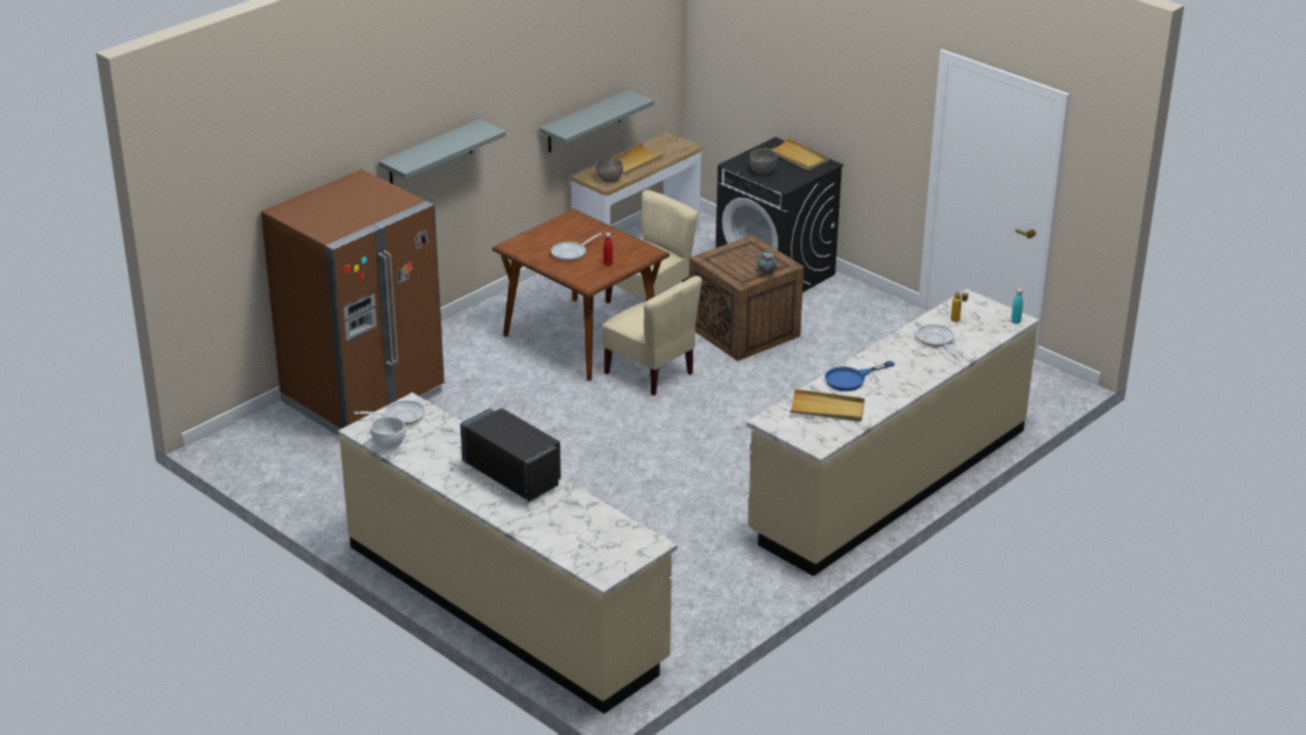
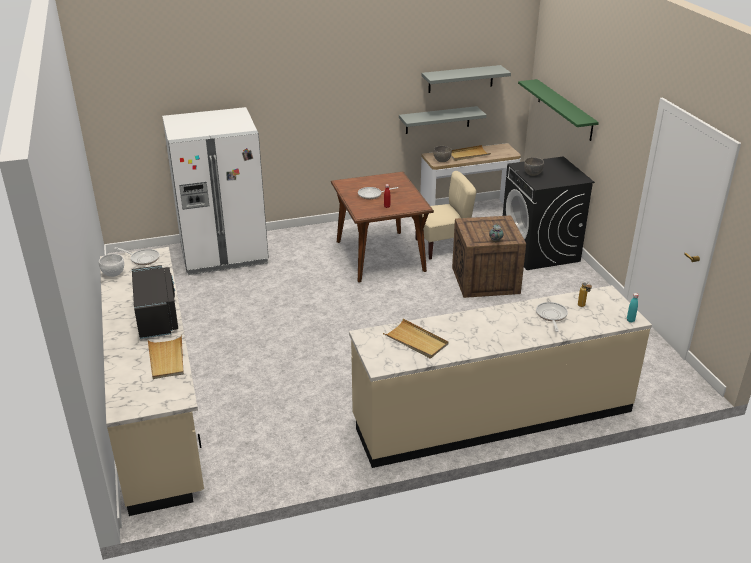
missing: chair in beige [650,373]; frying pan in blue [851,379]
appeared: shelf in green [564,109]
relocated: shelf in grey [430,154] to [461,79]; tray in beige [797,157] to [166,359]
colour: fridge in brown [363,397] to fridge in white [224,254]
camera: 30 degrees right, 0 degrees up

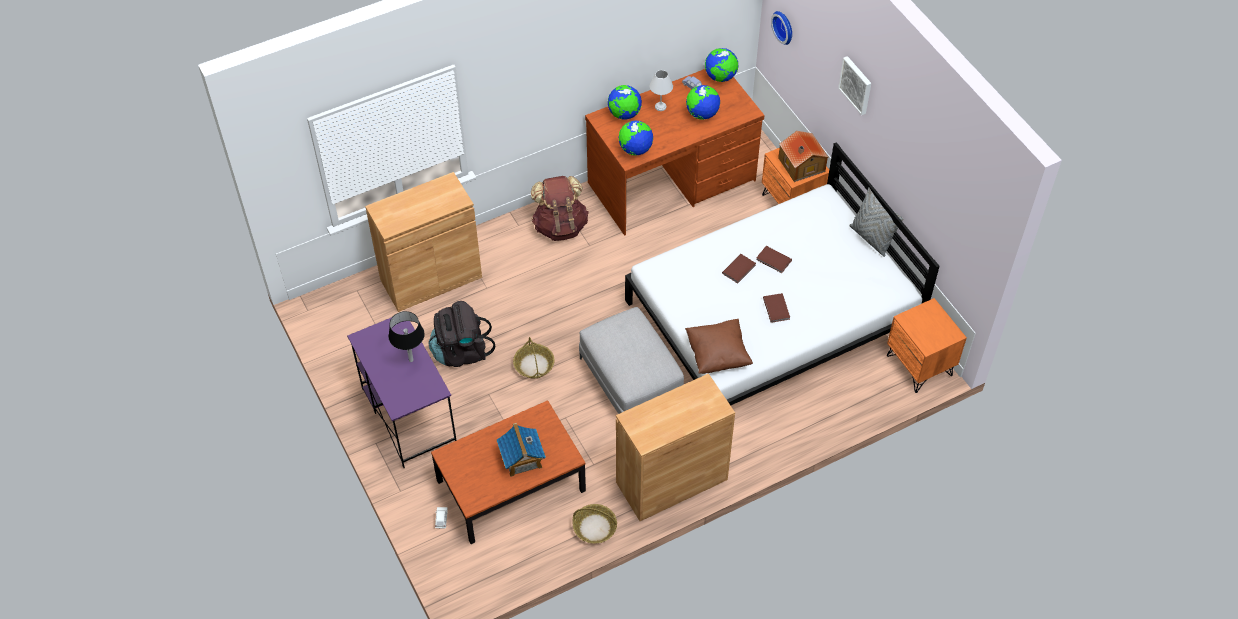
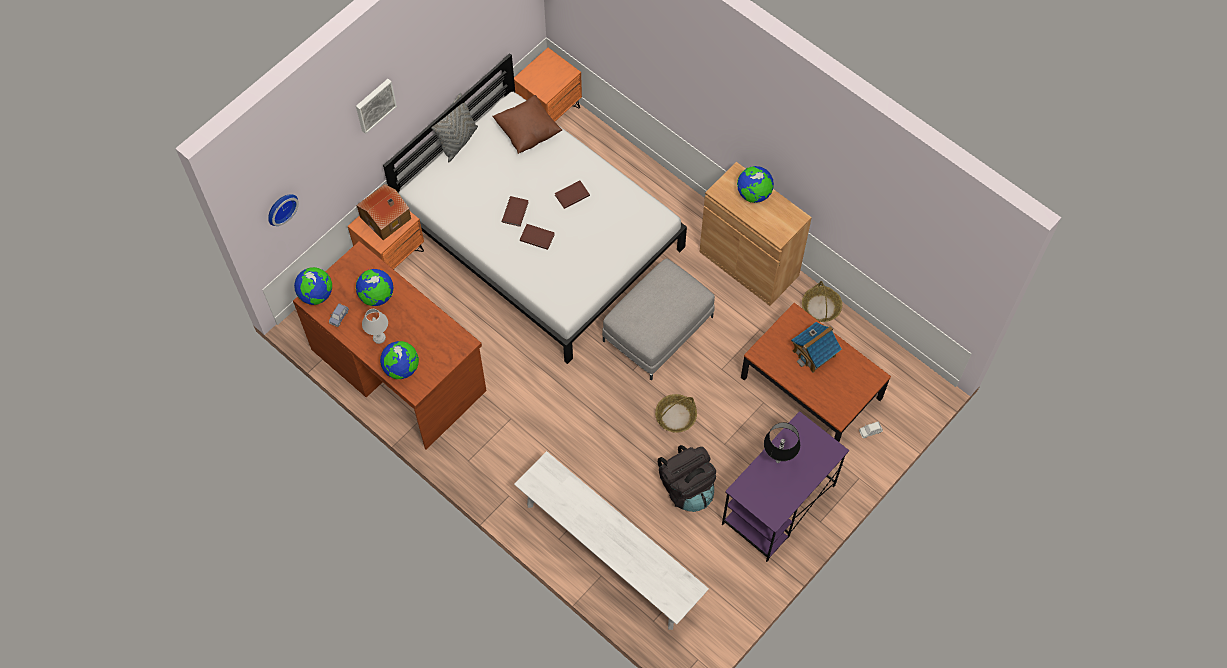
missing: backpack in brown [560,226]
relocated: globe [635,149] to [753,194]; pillow in brown [718,355] to [527,132]
exchanged: cabinet in brown [431,278] to bench in white [610,553]
camera: 110 degrees left, 10 degrees up

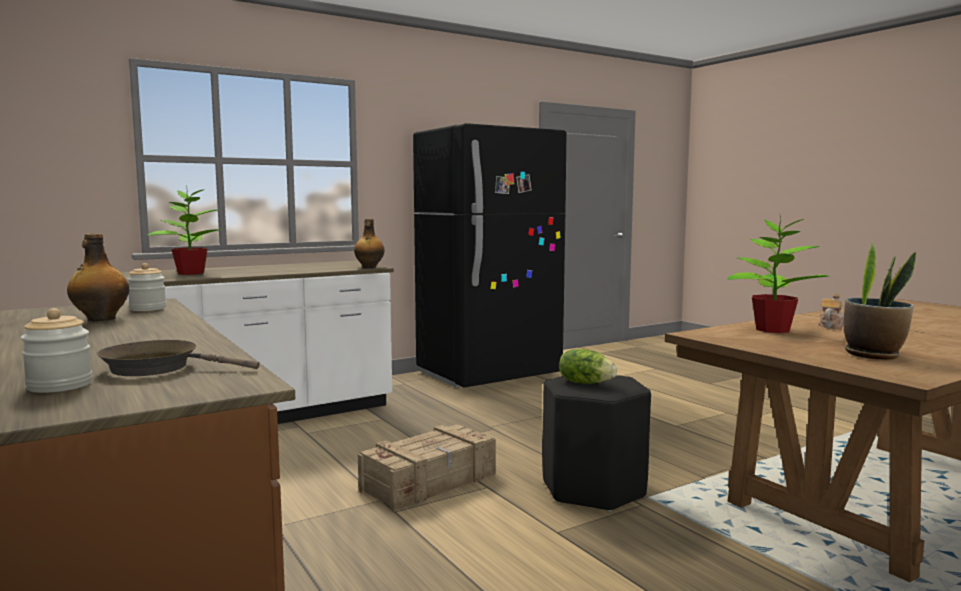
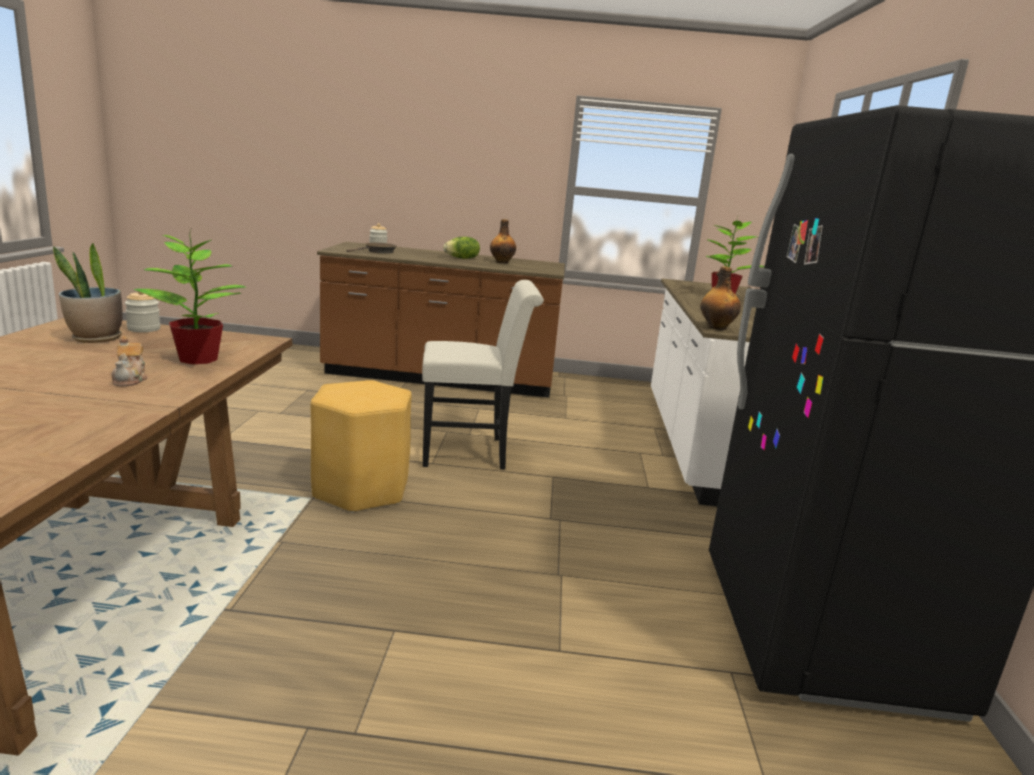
relocated: jar [148,309] to [144,329]; lettuce [585,383] to [462,258]
exchanged: crate [430,482] to chair in white [471,452]
colour: stool in black [594,488] to stool in yellow [360,490]
camera: 125 degrees right, 10 degrees up

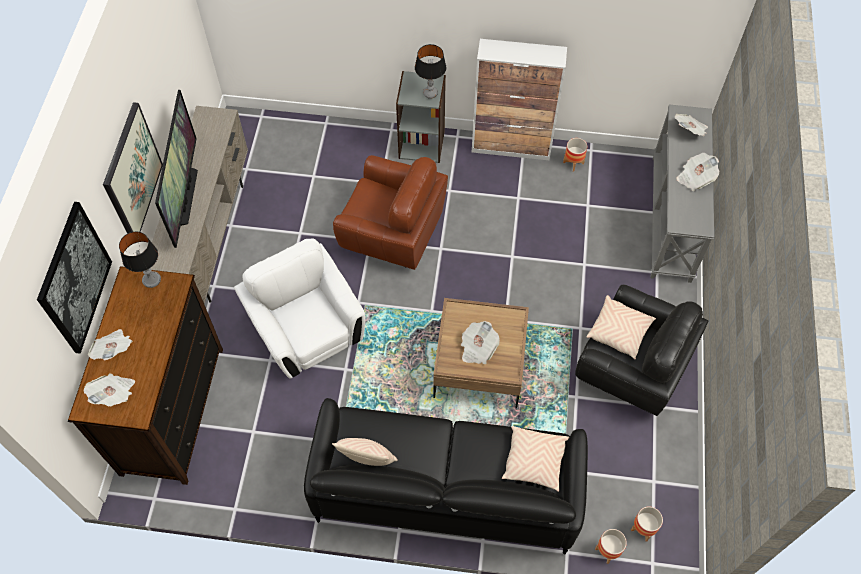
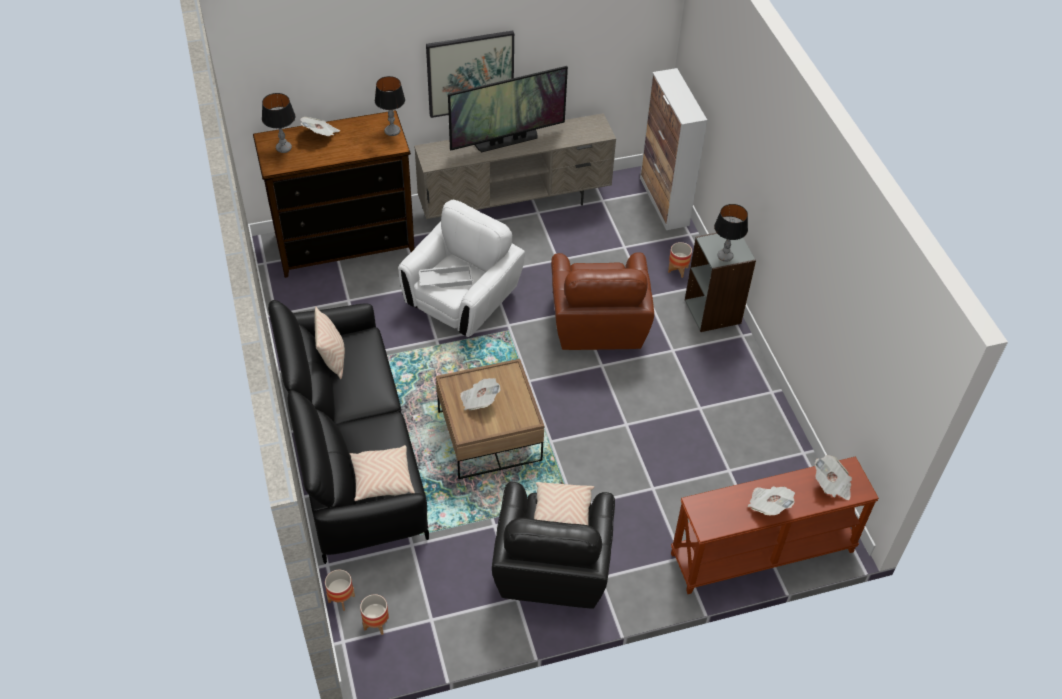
missing: picture [74,278]
appeared: tray in white [446,279]
relocated: cabinet [511,147] to [664,202]; planter [573,163] to [678,270]
exchanged: newspaper [114,394] to table lamp [284,148]
colour: console table in grey [672,218] to console table in brown [762,554]
camera: 65 degrees right, 10 degrees down

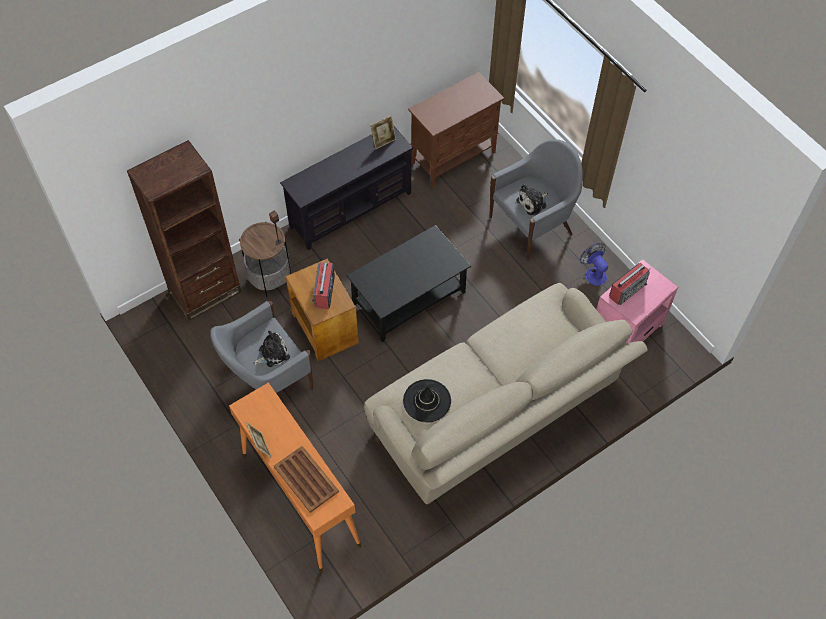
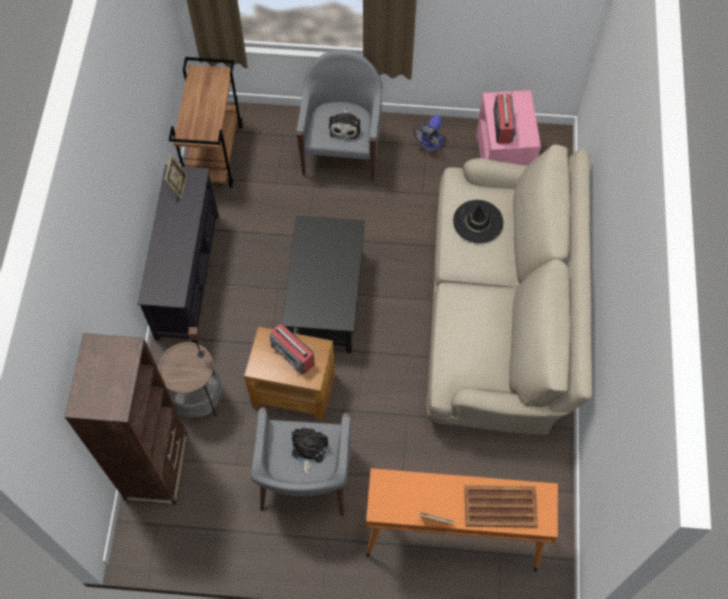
relocated: hat in black [427,401] to [478,222]
exchanged: cabinet in brown [454,157] to cart in brown [213,153]
spun: fan [593,273] = [430,144] 75 degrees counterclockwise
camera: 50 degrees left, 5 degrees up

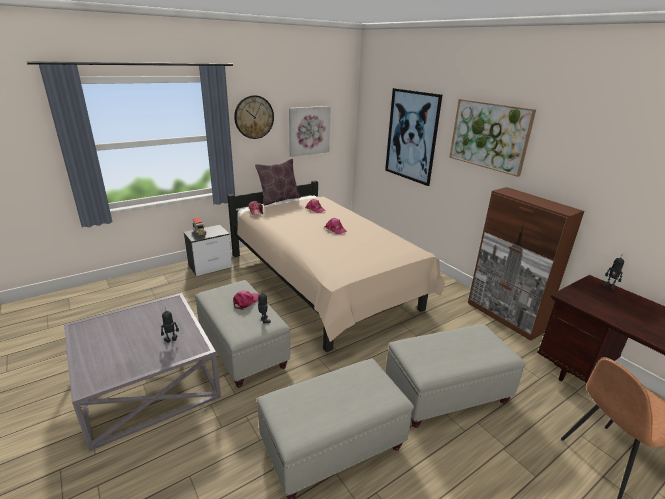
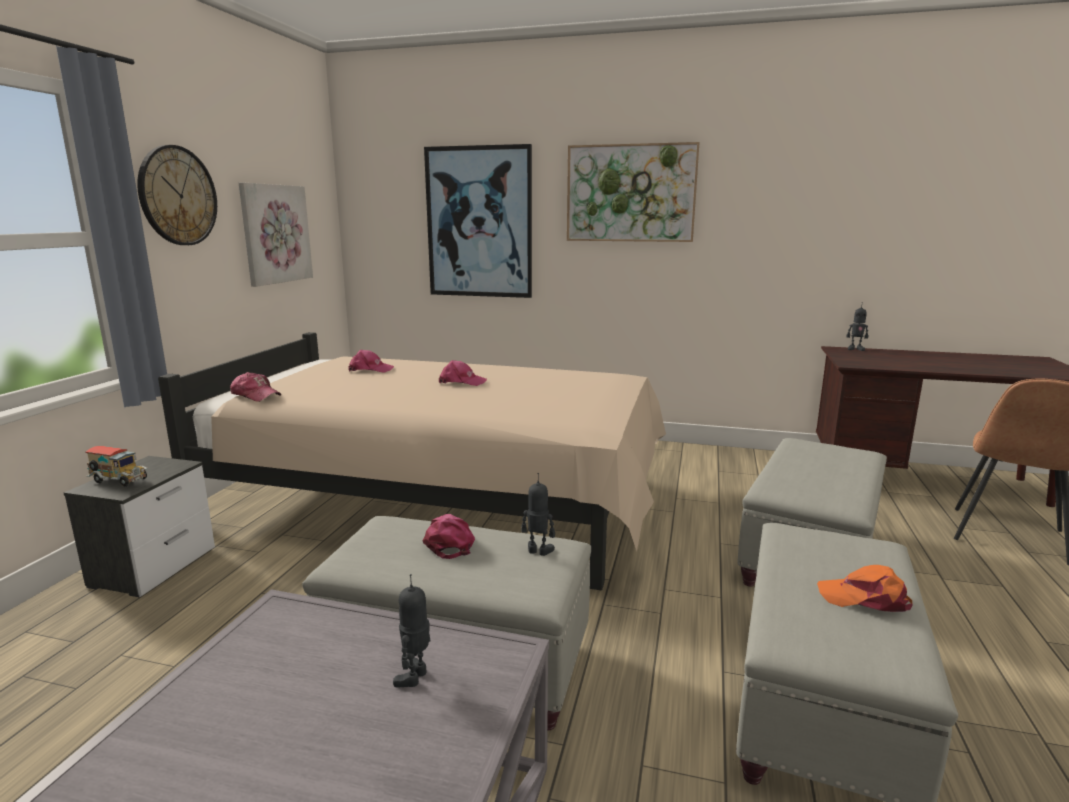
missing: pillow in brown [279,200]; cabinet in brown [504,317]
appeared: cap in orange [865,598]
camera: 40 degrees left, 10 degrees down

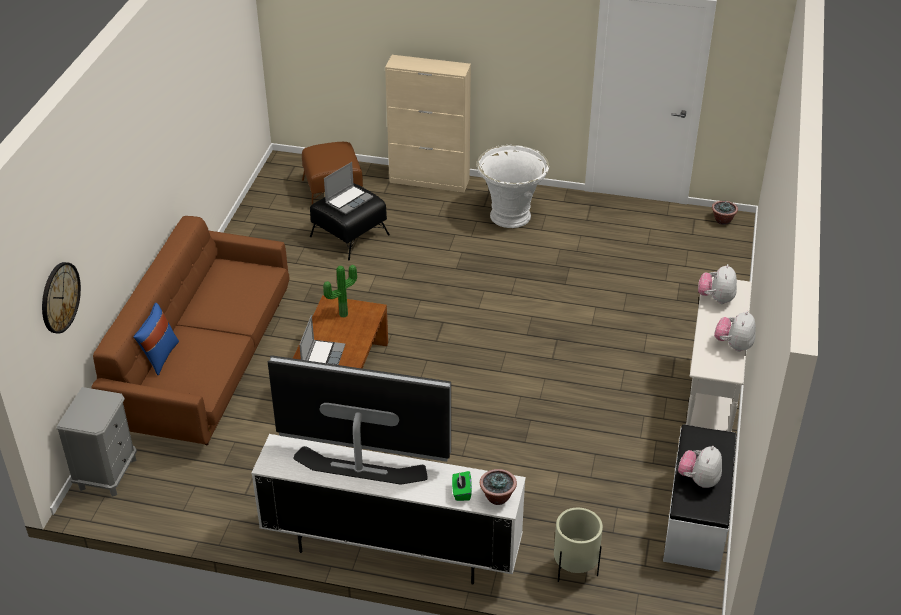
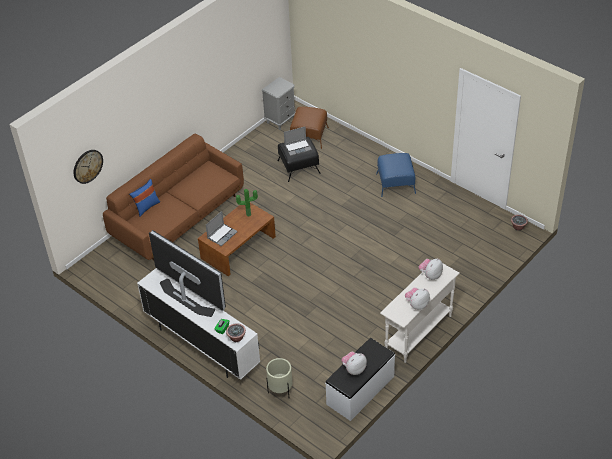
missing: cabinet in beige [430,181]
relocated: nightstand in grey [107,473] to [280,120]
exchanged: planter in white [511,216] to ottoman in blue [395,183]
camera: 30 degrees right, 5 degrees up

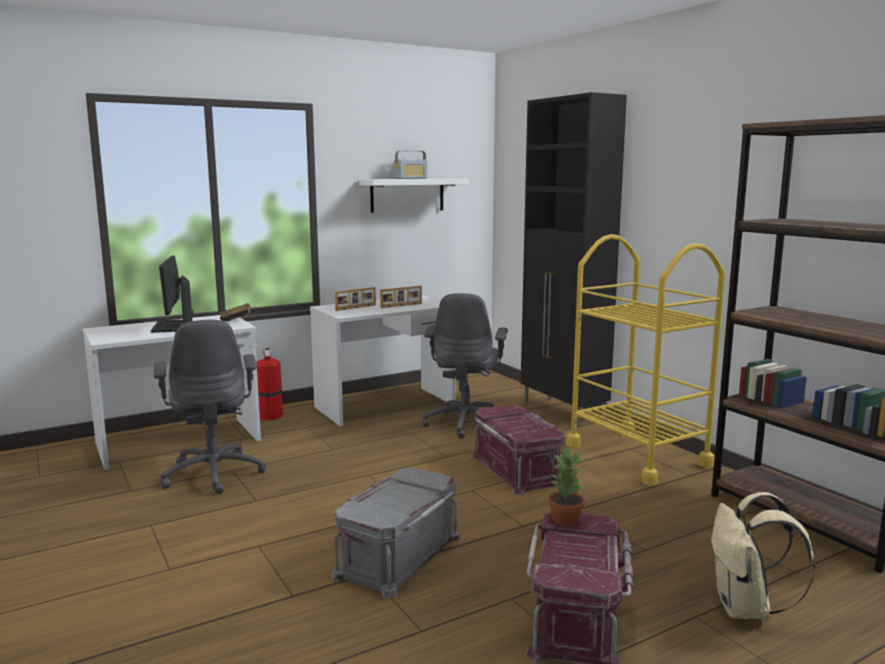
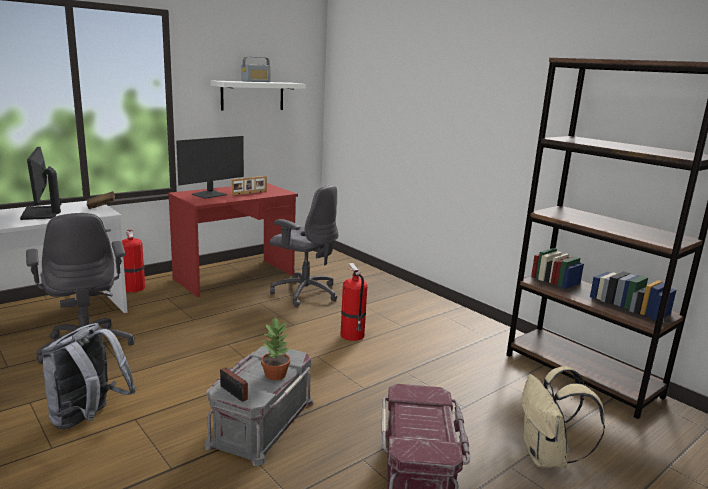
missing: cabinet in black [563,412]; cart in yellow [637,455]
appeared: backpack in grey [88,419]; radio [234,394]
relocated: potted plant [566,519] to [276,374]
exchanged: picture frame [356,308] to monitor [210,195]; storage box in red [518,469] to fire extinguisher [353,335]
colour: desk in white [385,406] to desk in red [235,277]
spun: office chair in grey [465,423] = [304,293] 60 degrees counterclockwise
camera: 10 degrees left, 5 degrees up

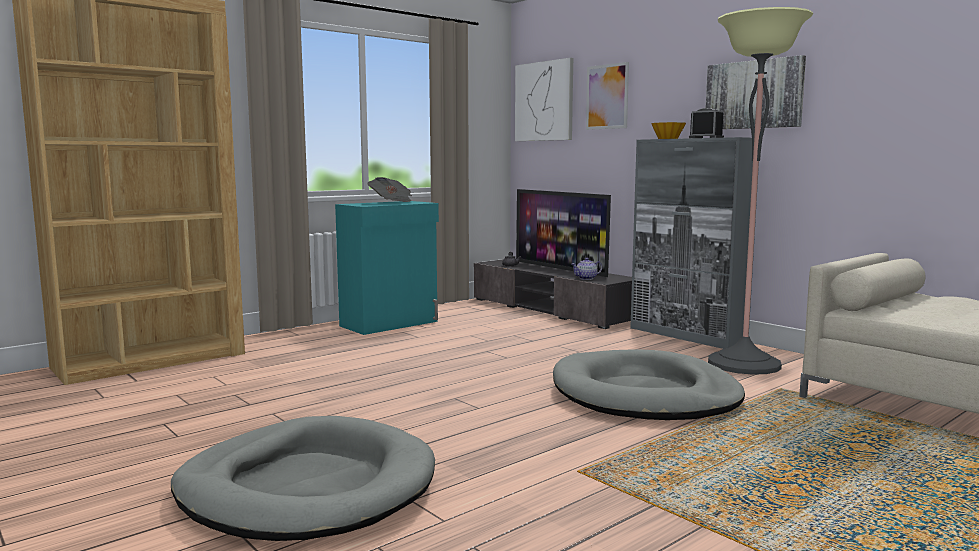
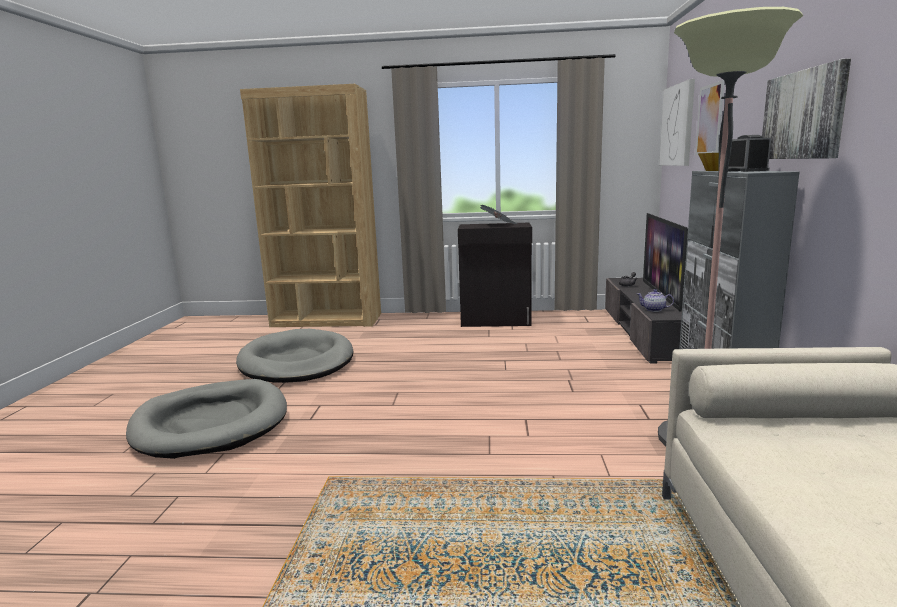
relocated: dog bed in grey [644,394] to [297,362]
colour: cabinet in turquoise [390,324] to cabinet in black [496,321]
camera: 45 degrees right, 5 degrees up

